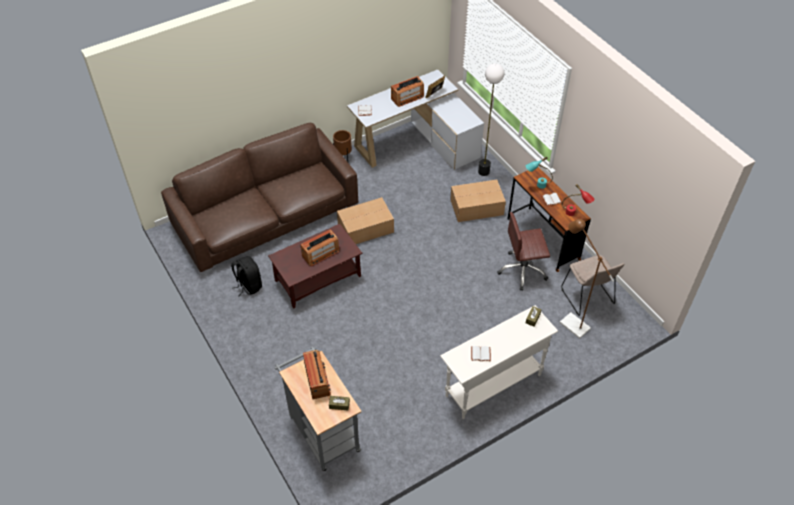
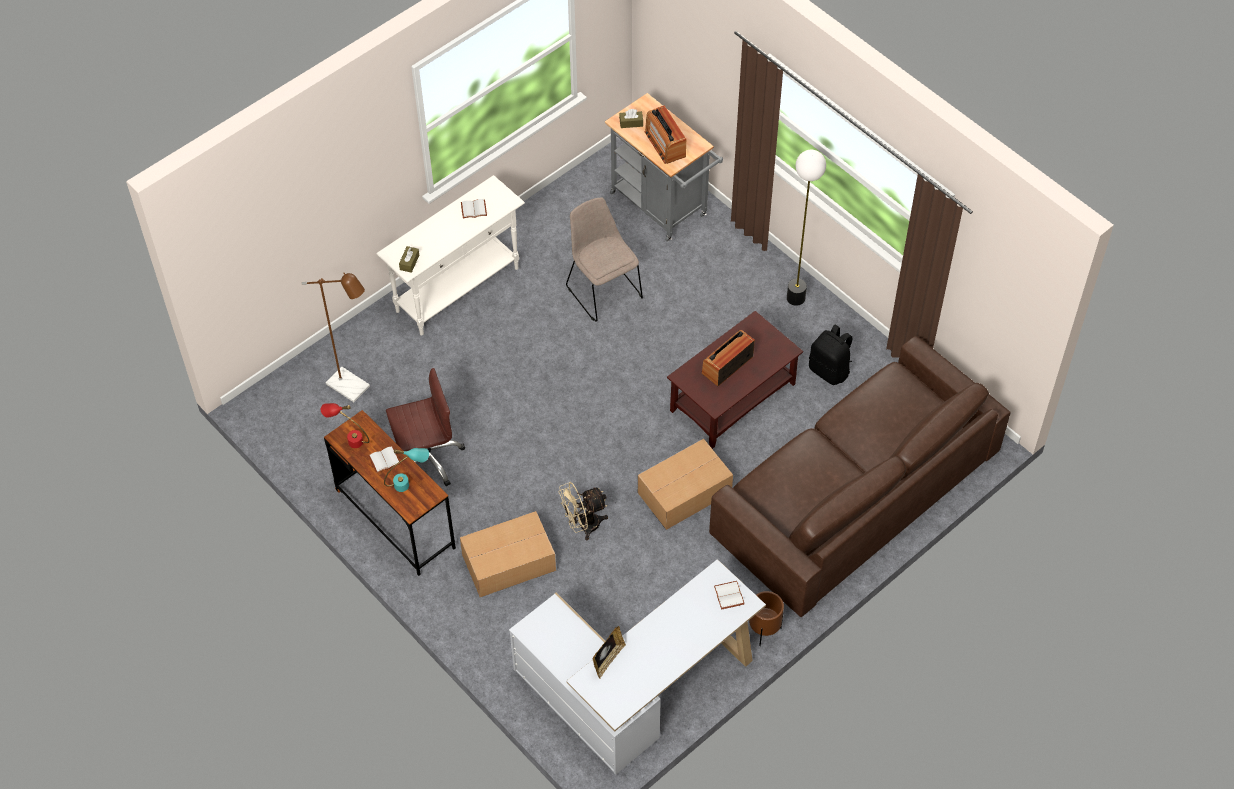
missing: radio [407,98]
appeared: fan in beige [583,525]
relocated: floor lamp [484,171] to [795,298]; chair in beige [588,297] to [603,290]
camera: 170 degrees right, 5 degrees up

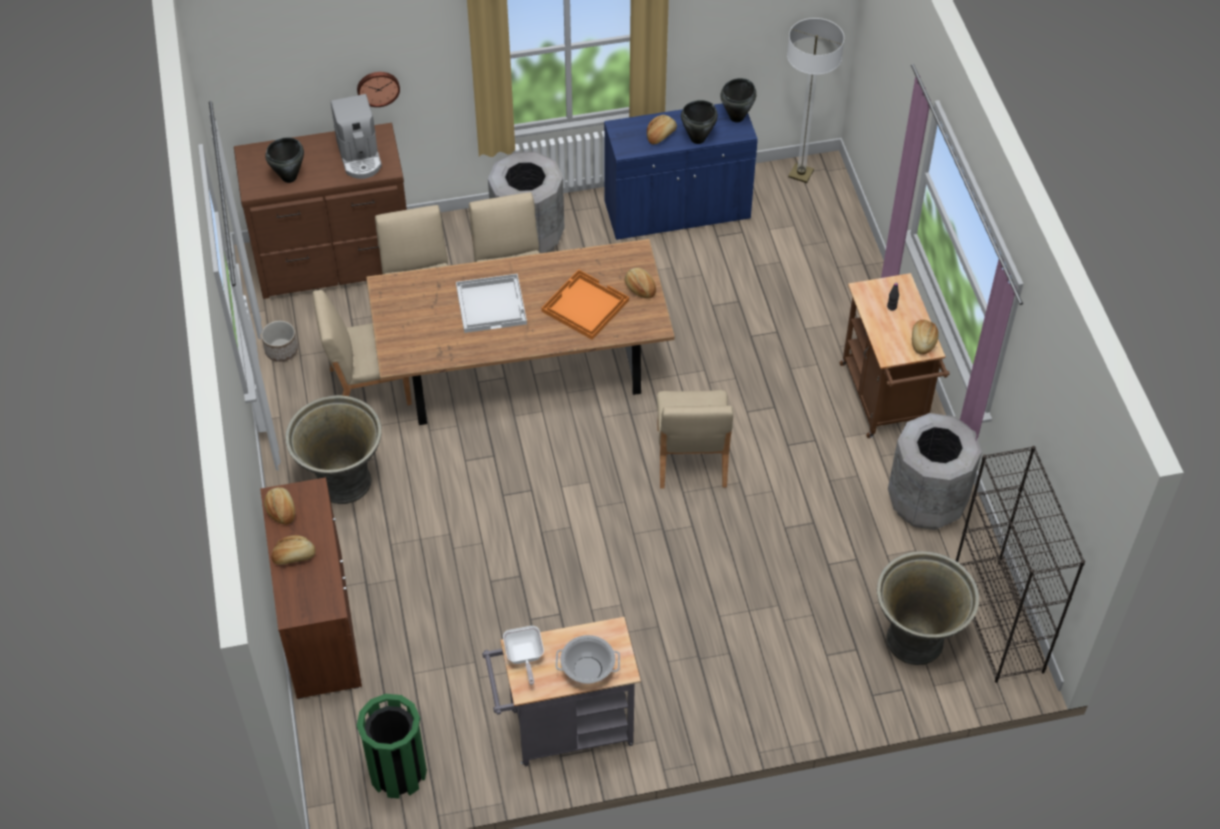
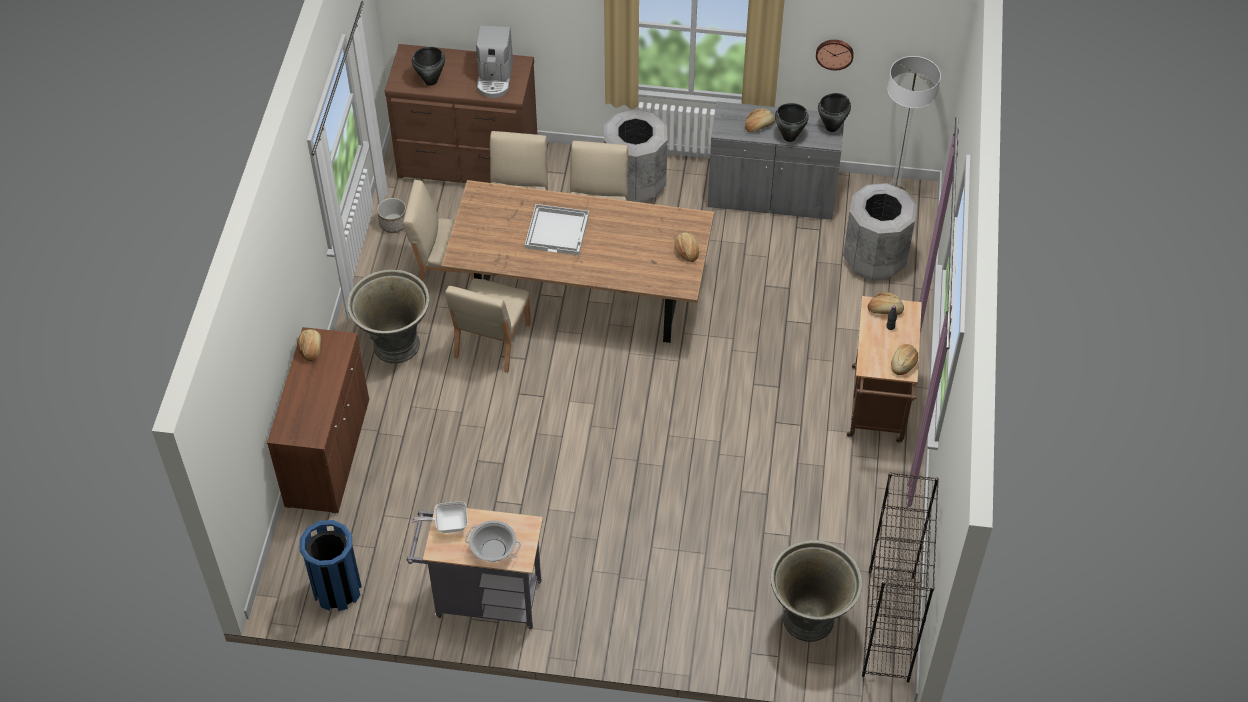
missing: tray in orange [584,306]
relocated: bread [294,556] to [885,310]; wall clock [378,87] to [834,53]; chair in beige [691,458] to [491,341]; trash can in grey [926,501] to [875,259]
colour: trash can in green [398,772] to trash can in blue [337,590]; cabinet in blue [677,211] to cabinet in grey [771,197]
spun: frying pan [524,657] = [447,524] 75 degrees clockwise
camera: 20 degrees right, 0 degrees up

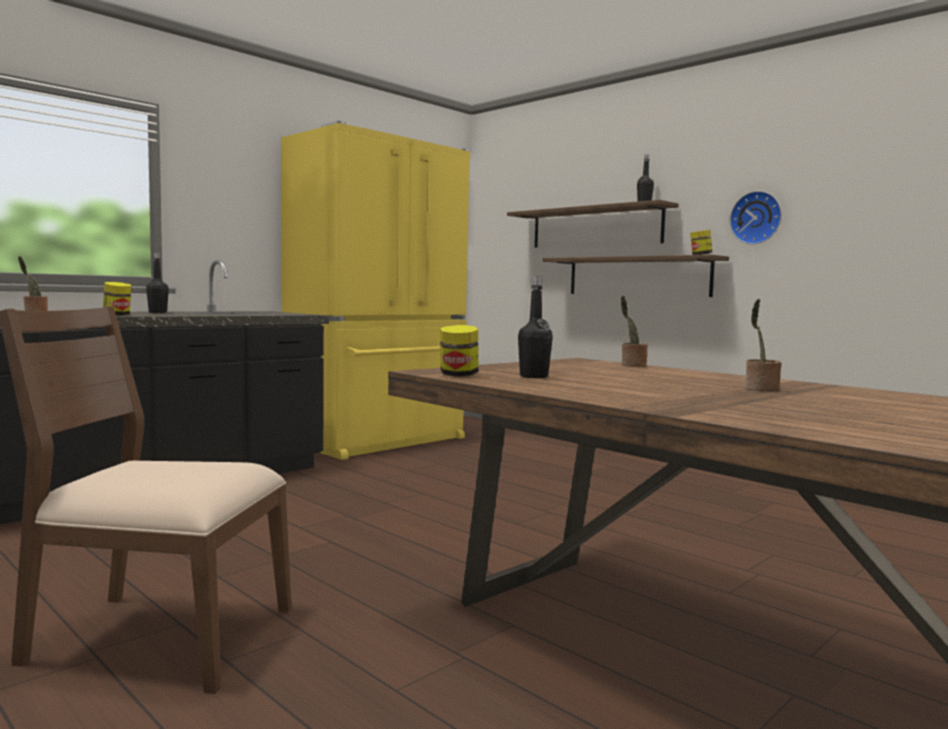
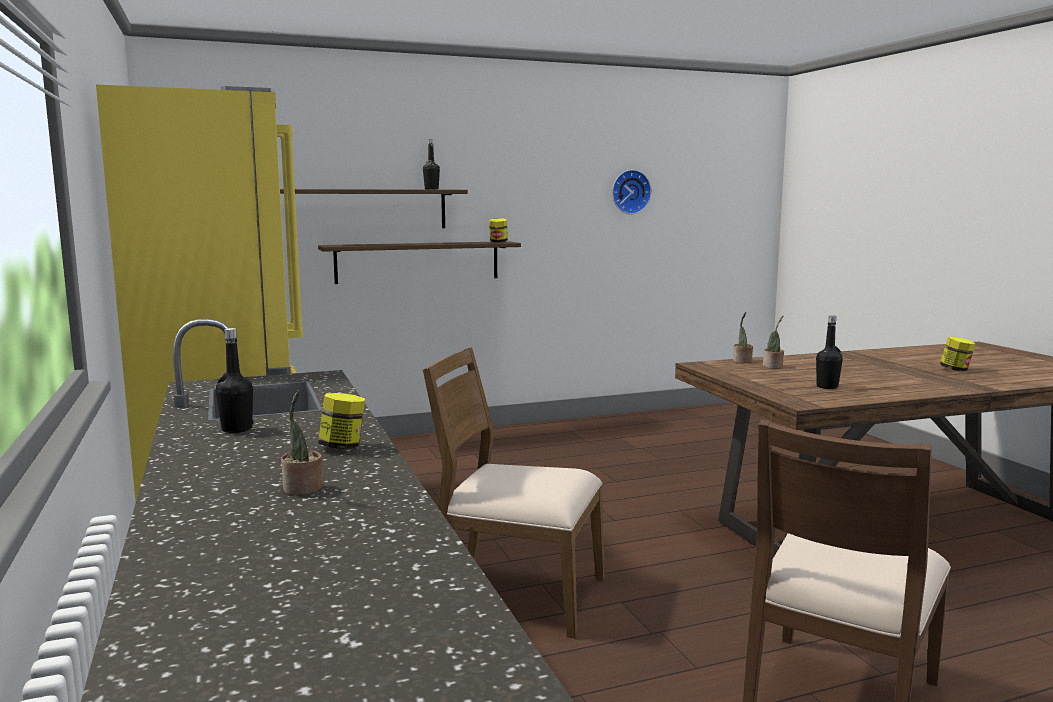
appeared: chair in brown [516,594]
relocated: jar [458,375] to [955,370]; wall clock [756,218] to [630,192]; potted plant [760,389] to [773,367]
camera: 65 degrees left, 5 degrees up

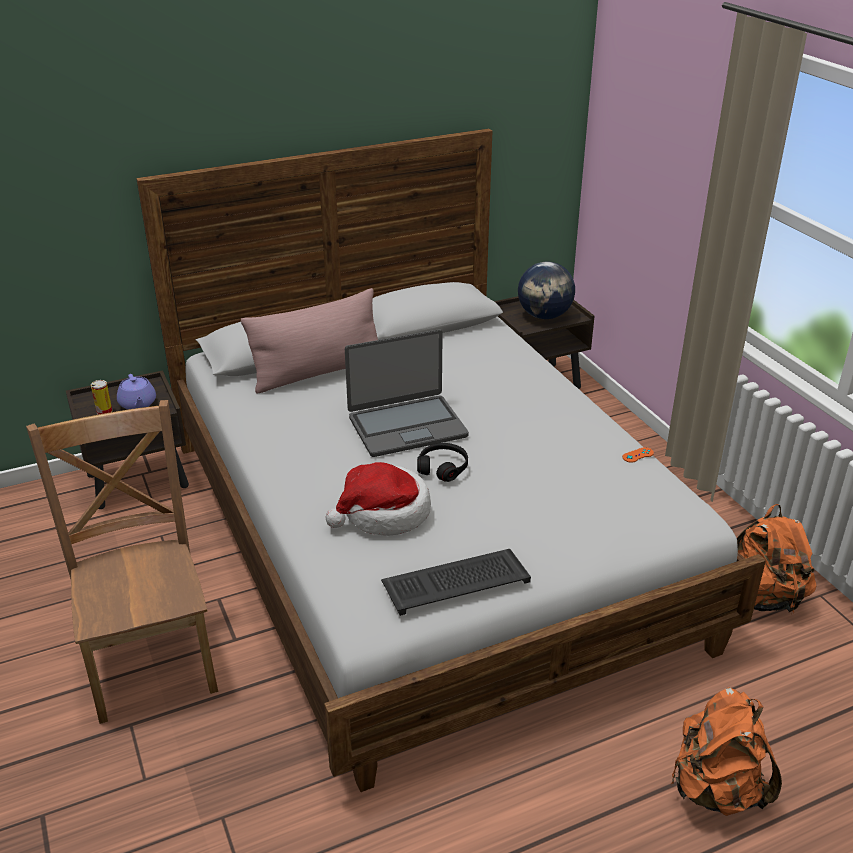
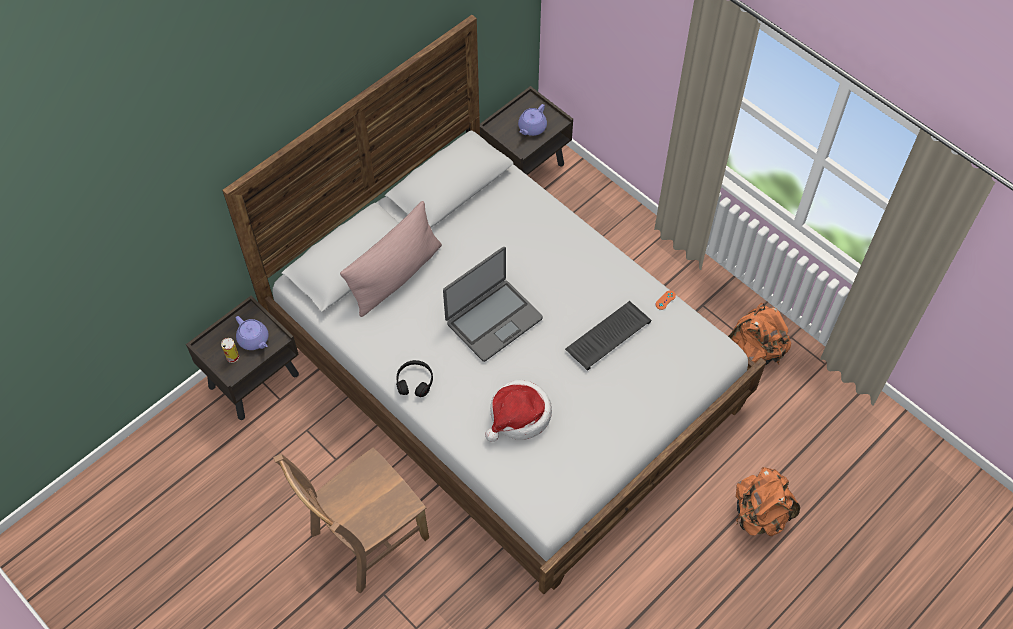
relocated: keyboard [457,581] to [608,335]; headphones in black [443,467] to [415,381]
exchanged: globe [544,316] to teapot in purple [531,128]
spun: chair in brown [151,657] = [365,538] 90 degrees counterclockwise
camera: 20 degrees left, 25 degrees up

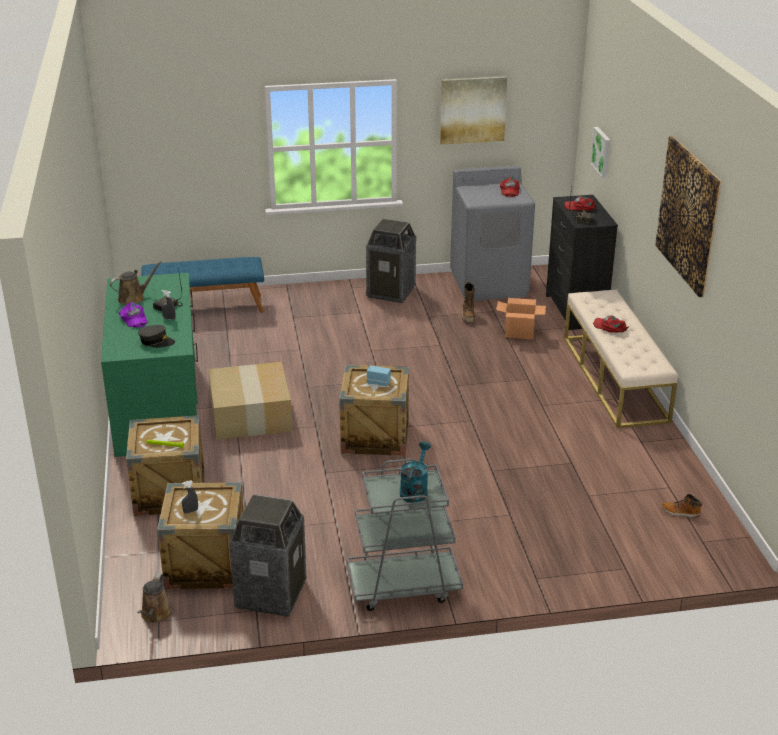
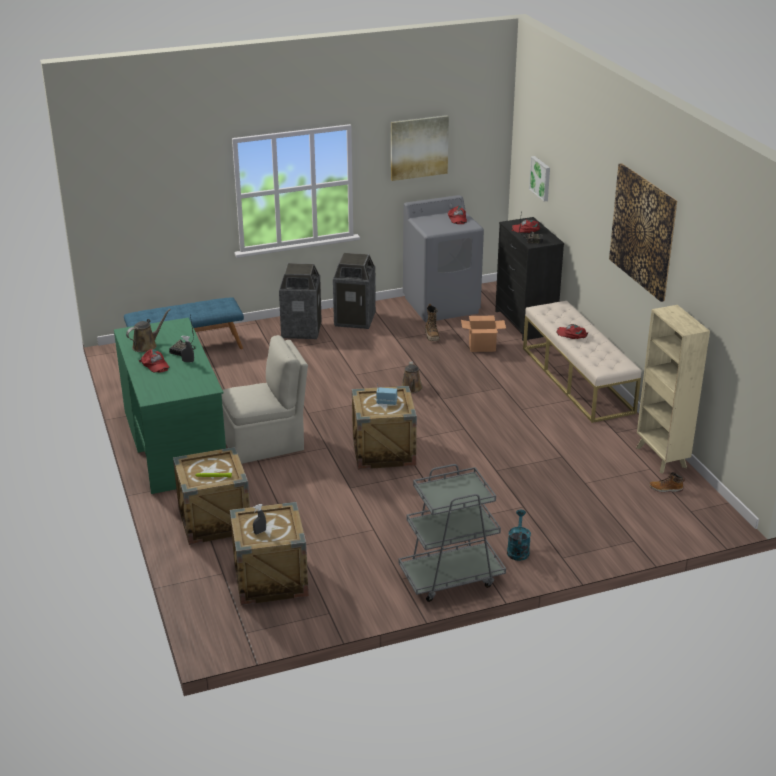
missing: cap in grey [156,342]
appeared: bookcase in beige [661,458]
relocated: watering can in brown [156,614] to [412,389]; trash can [271,594] to [301,330]; watering can in turquoise [415,490] to [518,549]
exchanged: cardboard box [252,415] to chair in beige [265,443]
colour: cap in purple [133,319] to cap in red [155,365]
camera: 10 degrees left, 0 degrees up

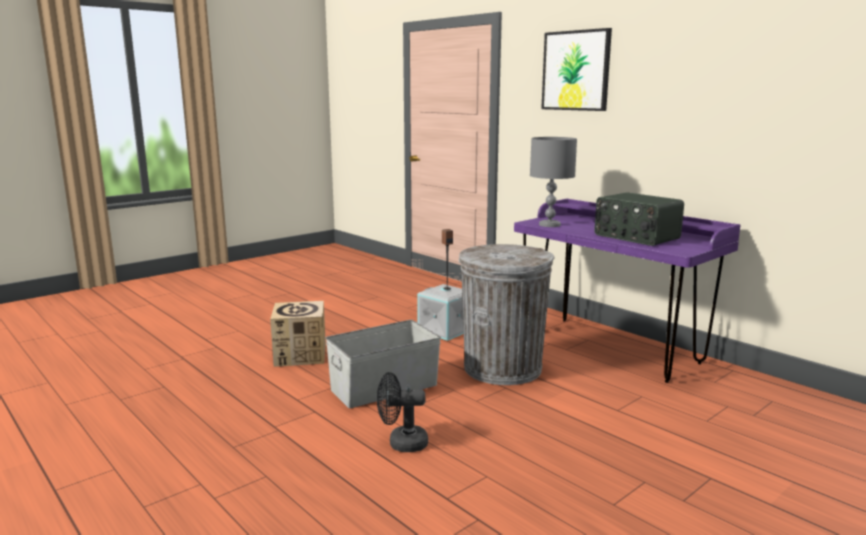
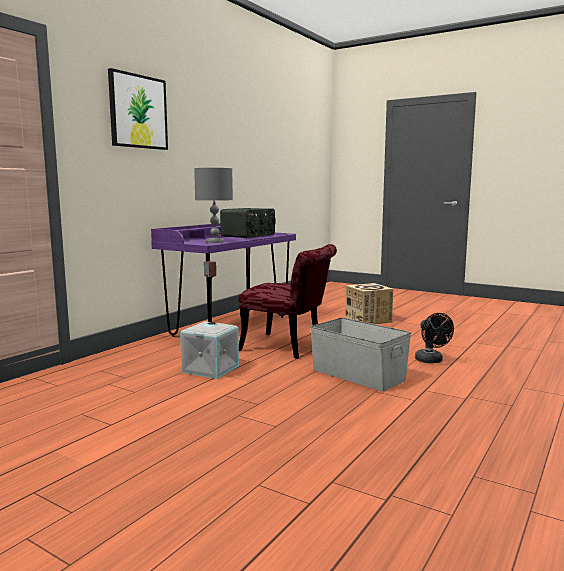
relocated: cardboard box [300,355] to [368,320]
exchanged: trash can in grey [502,368] to chair in red [289,347]
camera: 105 degrees left, 5 degrees down

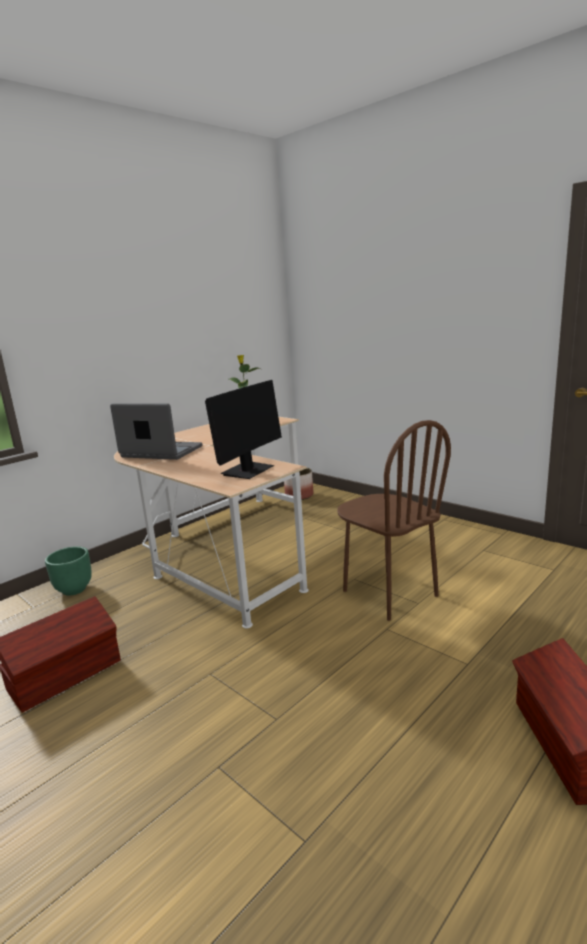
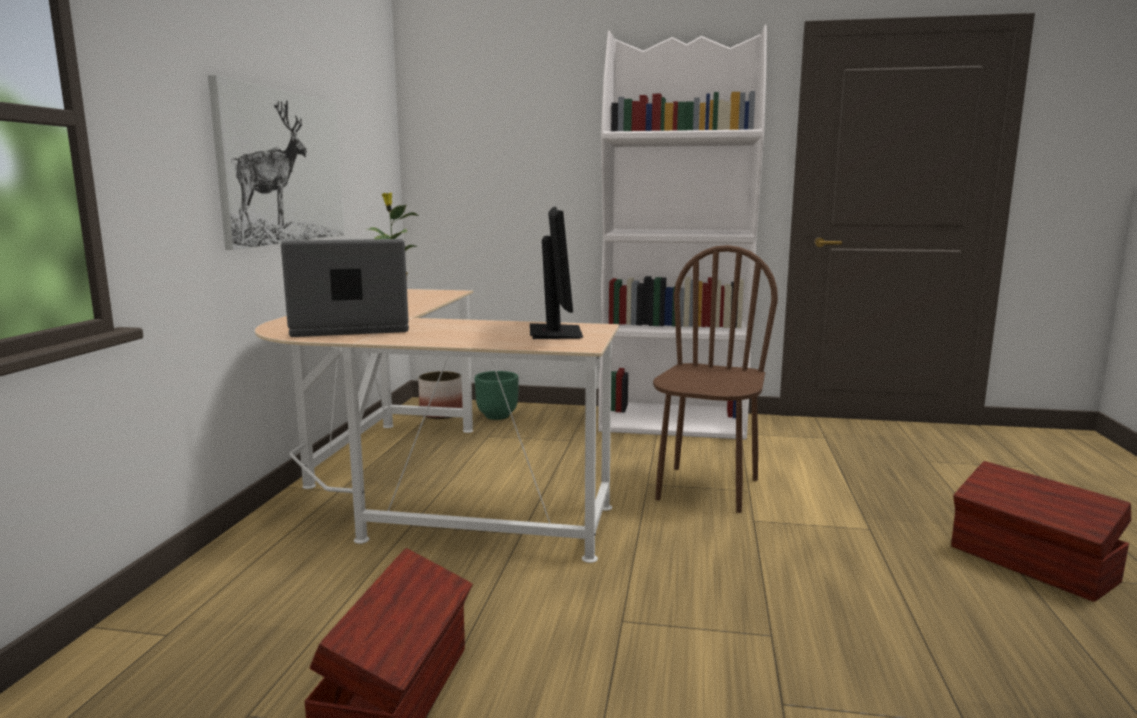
appeared: picture [283,167]; bookcase in white [674,422]
relocated: planter in green [74,589] to [496,416]
spun: chair in brown [389,593] = [706,489] 90 degrees counterclockwise
camera: 35 degrees left, 5 degrees down

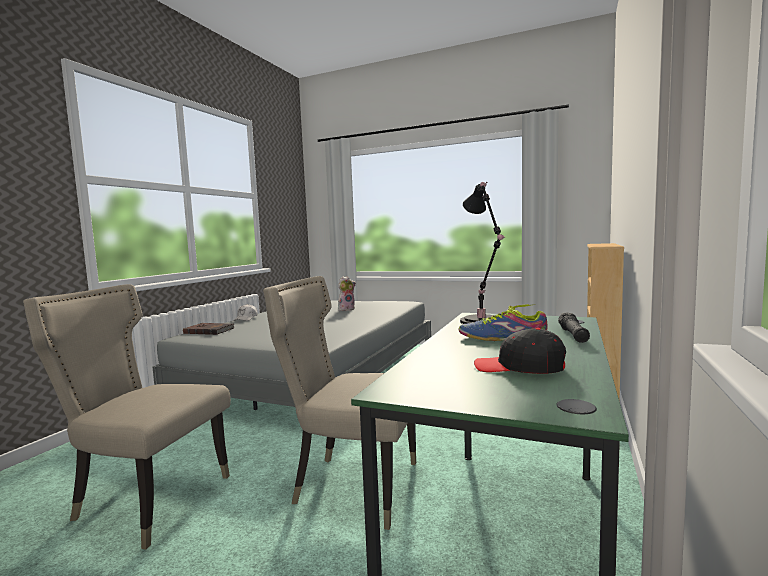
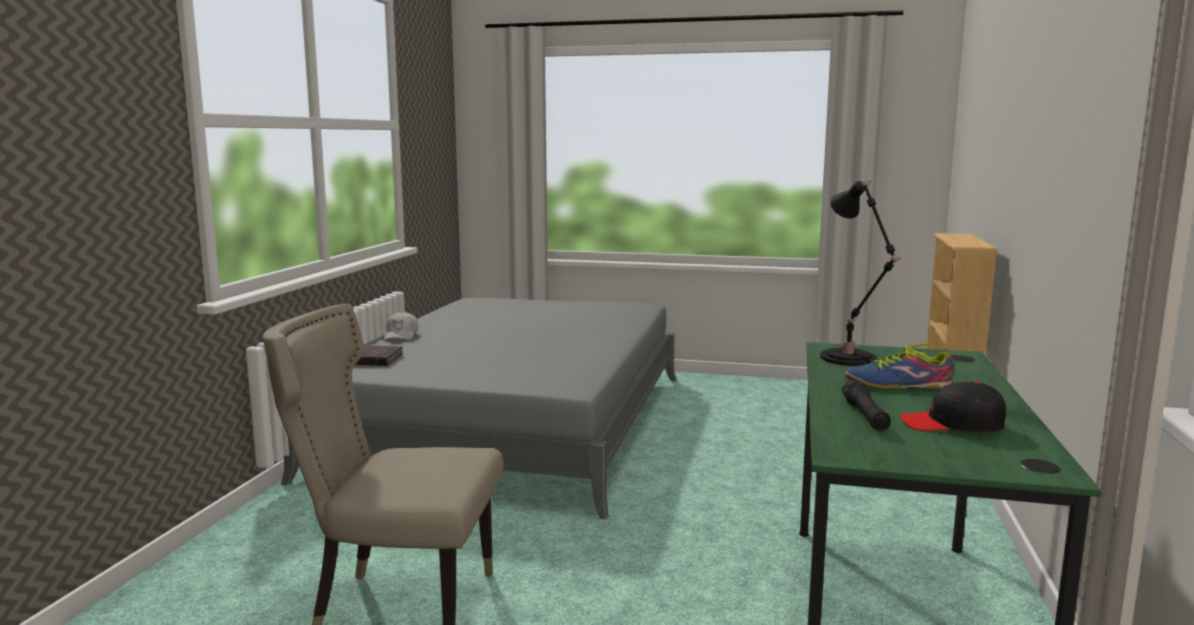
missing: chair in beige [351,485]; plush toy [346,309]
relocated: flashlight in black [573,335] to [865,416]
camera: 10 degrees left, 5 degrees up

